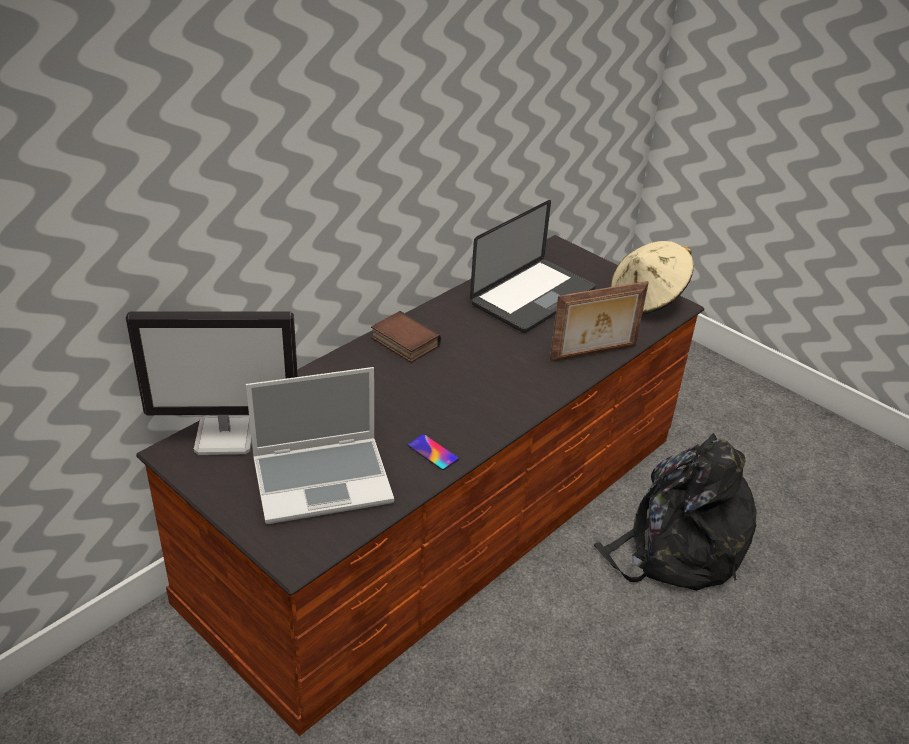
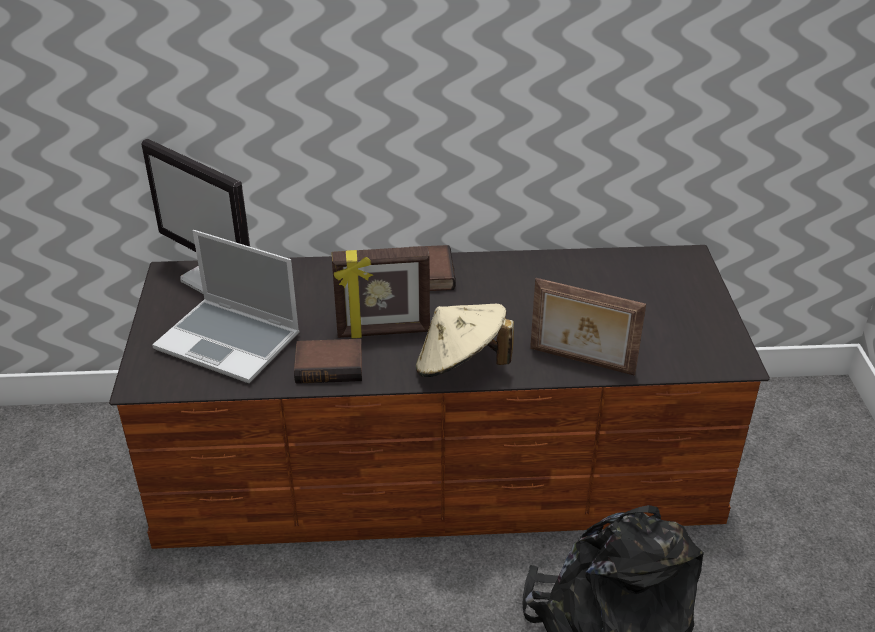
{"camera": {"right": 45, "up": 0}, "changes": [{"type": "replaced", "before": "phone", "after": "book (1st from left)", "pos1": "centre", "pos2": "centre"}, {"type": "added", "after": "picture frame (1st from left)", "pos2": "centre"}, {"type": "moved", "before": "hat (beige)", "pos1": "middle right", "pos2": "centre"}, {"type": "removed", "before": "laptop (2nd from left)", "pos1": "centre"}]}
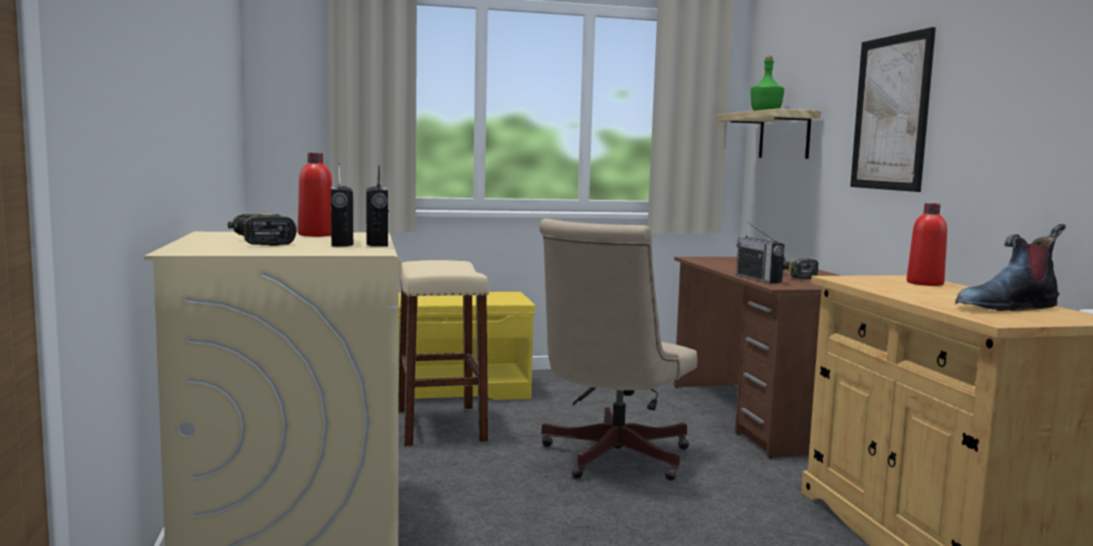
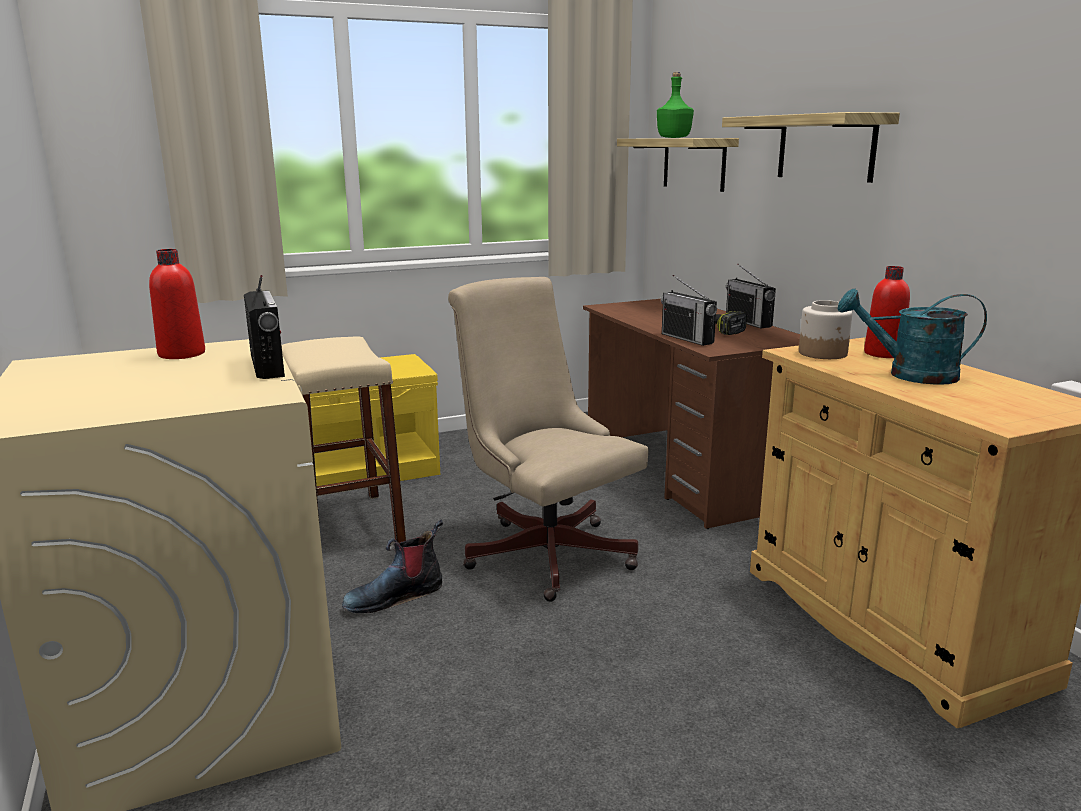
{"camera": {"right": -10, "up": 10}, "changes": [{"type": "moved", "before": "boot", "pos1": "middle right", "pos2": "bottom centre"}, {"type": "turned", "before": "office chair (beige)", "pos1": "centre", "pos2": "centre", "turn": 120}, {"type": "replaced", "before": "picture", "after": "shelf (2nd from left)", "pos1": "top right", "pos2": "top right"}, {"type": "moved", "before": "radio (1st from left in the first image)", "after": "radio (3rd from left)", "pos1": "middle left", "pos2": "middle right"}, {"type": "added", "after": "jar", "pos2": "middle right"}, {"type": "added", "after": "watering can (turquoise)", "pos2": "middle right"}, {"type": "removed", "before": "power drill (1st from left)", "pos1": "middle left"}]}
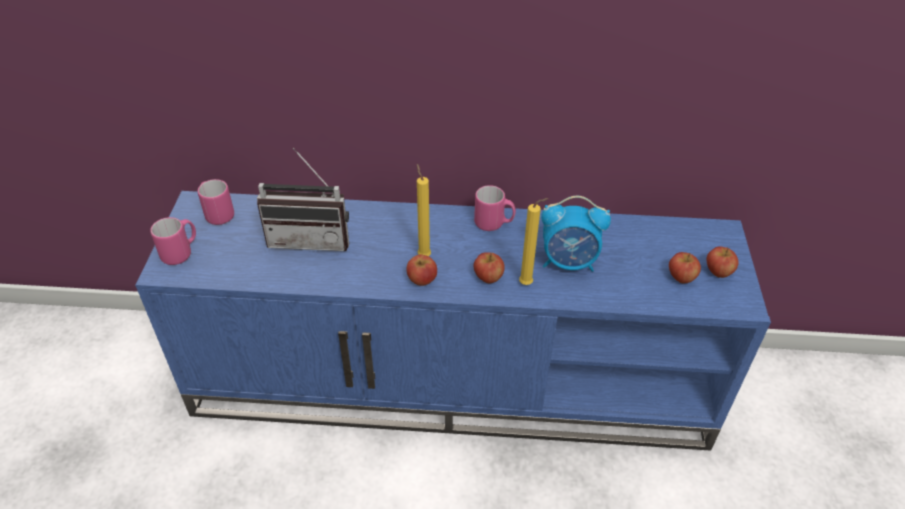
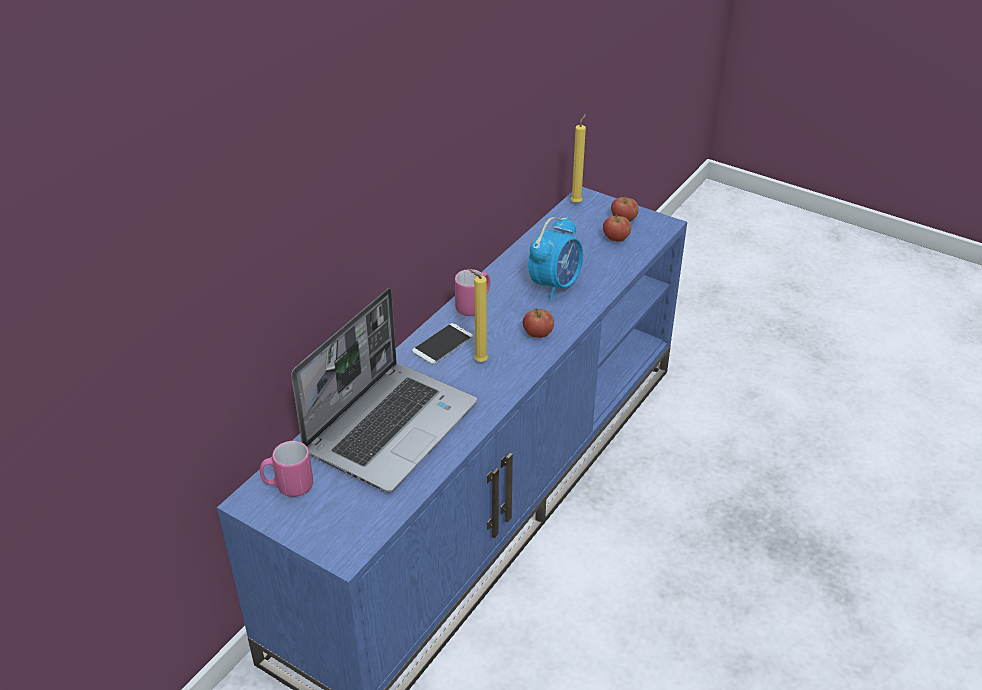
{"camera": {"right": -60, "up": -5}, "changes": [{"type": "replaced", "before": "radio", "after": "laptop", "pos1": "centre", "pos2": "centre"}, {"type": "added", "after": "phone", "pos2": "centre"}, {"type": "moved", "before": "candle (yellow) (2nd from left)", "pos1": "centre", "pos2": "top centre"}, {"type": "removed", "before": "mug (pink) (1st from left)", "pos1": "middle left"}, {"type": "removed", "before": "apple (1st from left)", "pos1": "centre"}]}
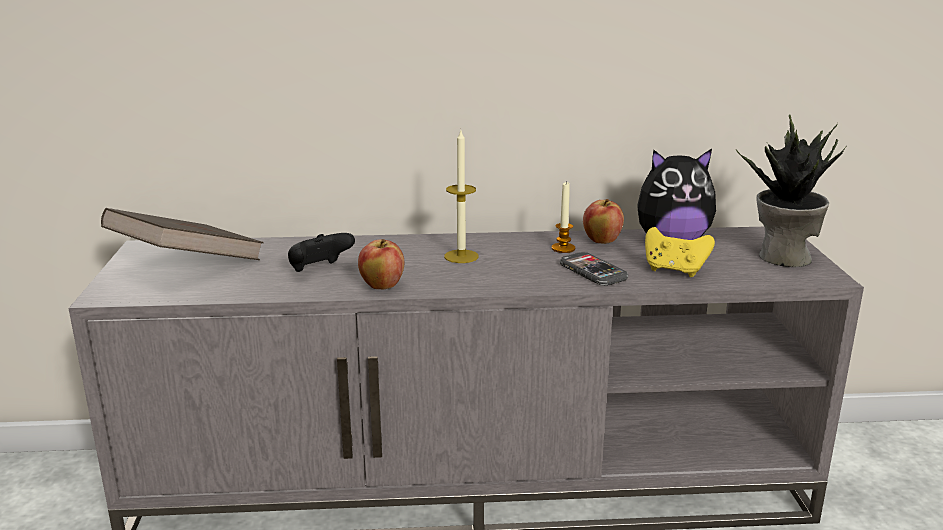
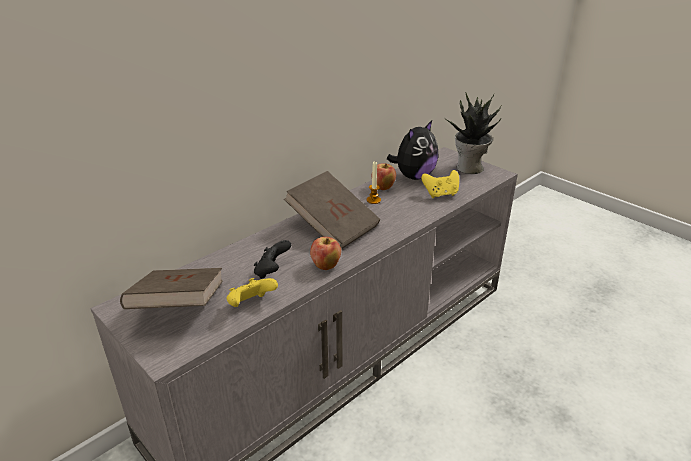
{"camera": {"right": -40, "up": 10}, "changes": [{"type": "added", "after": "game controller (yellow) (1st from left)", "pos2": "centre"}, {"type": "replaced", "before": "candle (1st from left)", "after": "book (brown) (2nd from left)", "pos1": "centre", "pos2": "centre"}, {"type": "removed", "before": "phone", "pos1": "centre"}]}
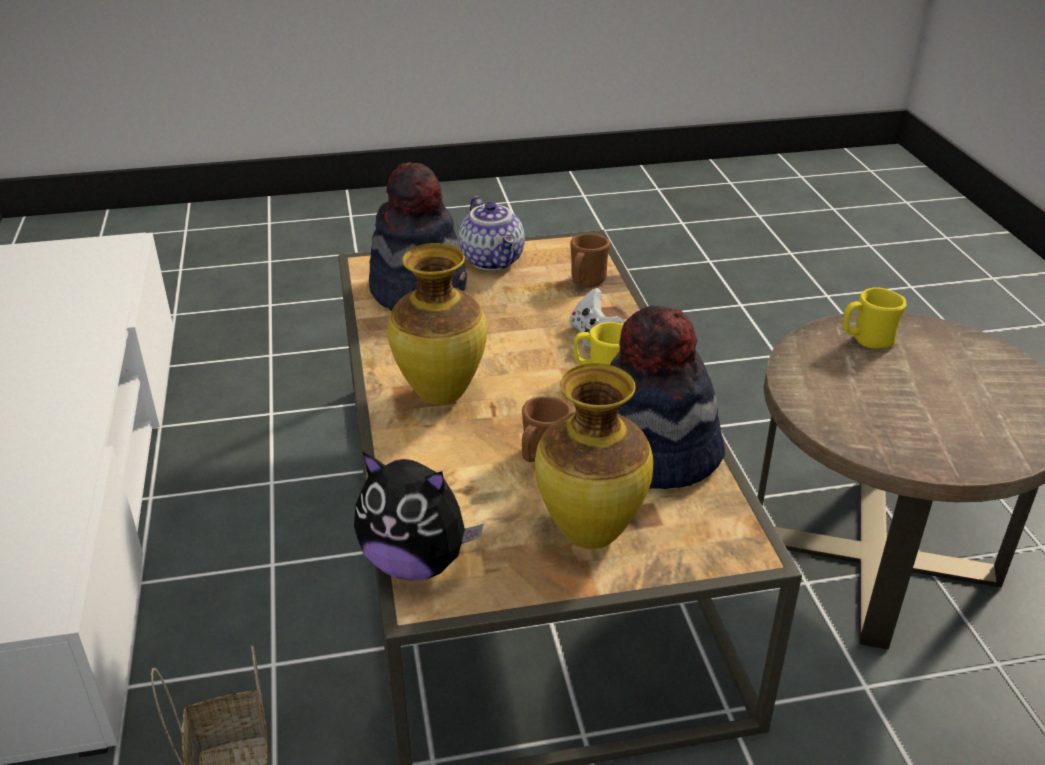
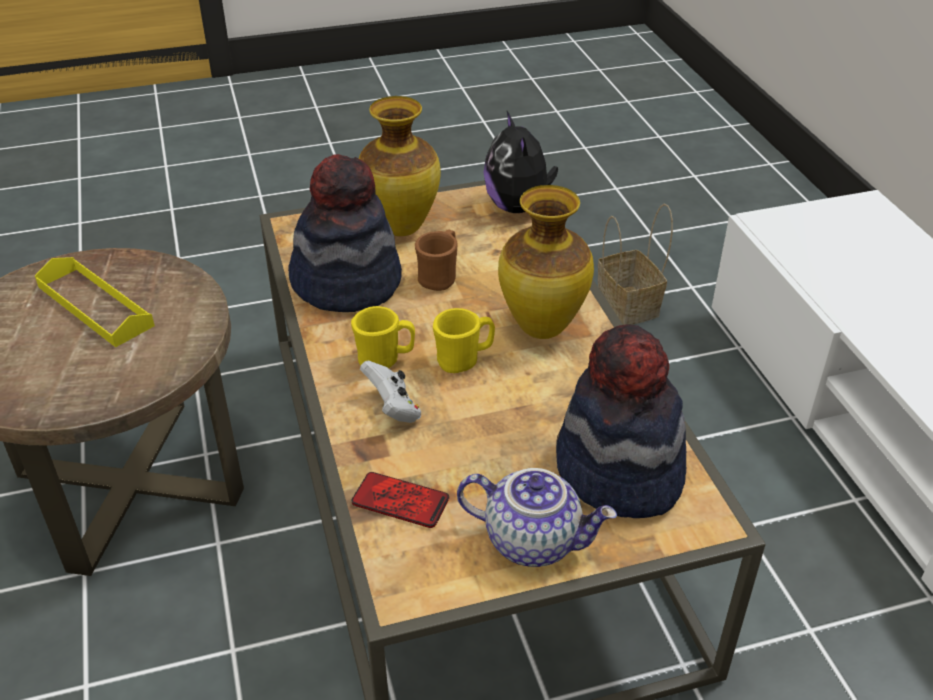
{"camera": {"right": 175, "up": 5}, "changes": [{"type": "added", "after": "tray (yellow)", "pos2": "middle left"}, {"type": "replaced", "before": "mug (brown) (2nd from left)", "after": "phone", "pos1": "centre", "pos2": "bottom centre"}, {"type": "moved", "before": "mug (yellow) (2nd from left)", "pos1": "middle right", "pos2": "centre"}, {"type": "turned", "before": "teapot", "pos1": "top centre", "pos2": "bottom centre", "turn": 135}, {"type": "turned", "before": "plush toy", "pos1": "bottom centre", "pos2": "top centre", "turn": -120}]}
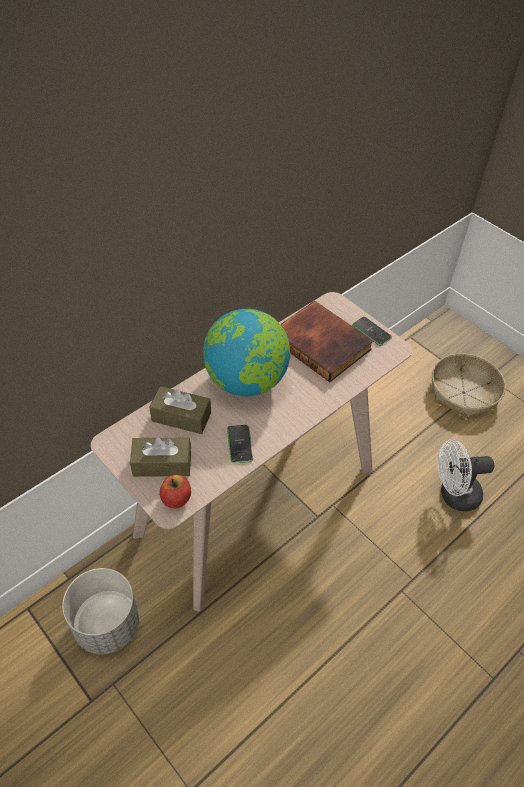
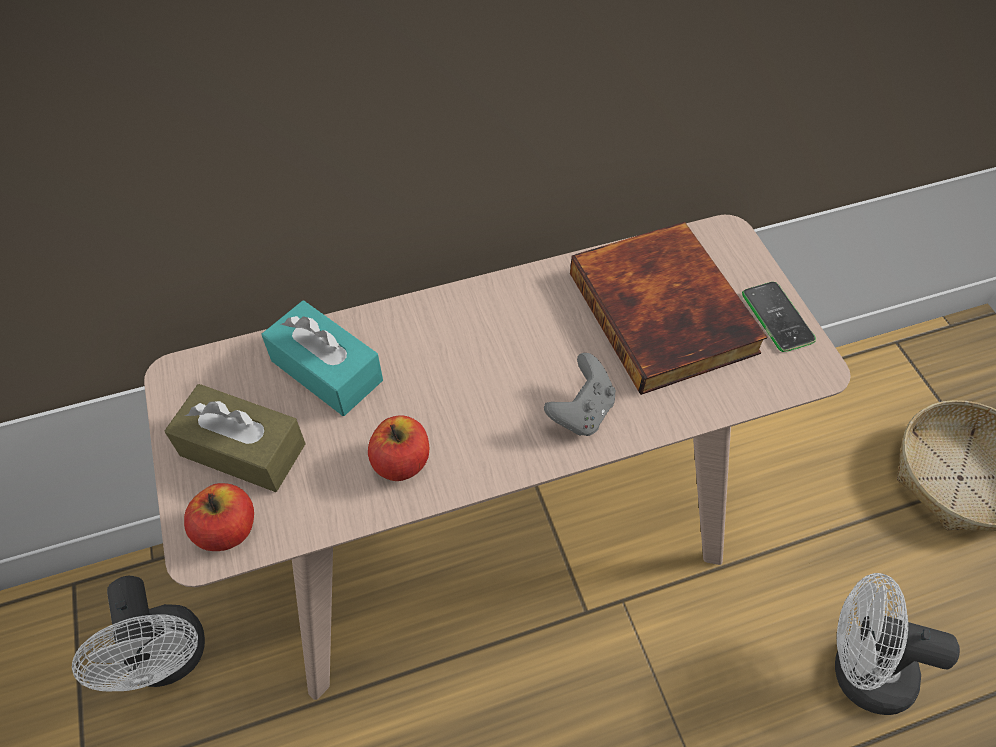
{"camera": {"right": 25, "up": 5}, "changes": [{"type": "replaced", "before": "planter (grey)", "after": "fan (white) (1st from left)", "pos1": "bottom left", "pos2": "bottom left"}, {"type": "recoloured", "before": "tissue box (brown) (2nd from left)", "after": "tissue box (turquoise)", "pos1": "centre", "pos2": "middle left"}, {"type": "replaced", "before": "phone (1st from left)", "after": "apple (2nd from left)", "pos1": "centre", "pos2": "centre"}, {"type": "added", "after": "game controller (grey)", "pos2": "centre"}, {"type": "removed", "before": "globe", "pos1": "centre"}]}
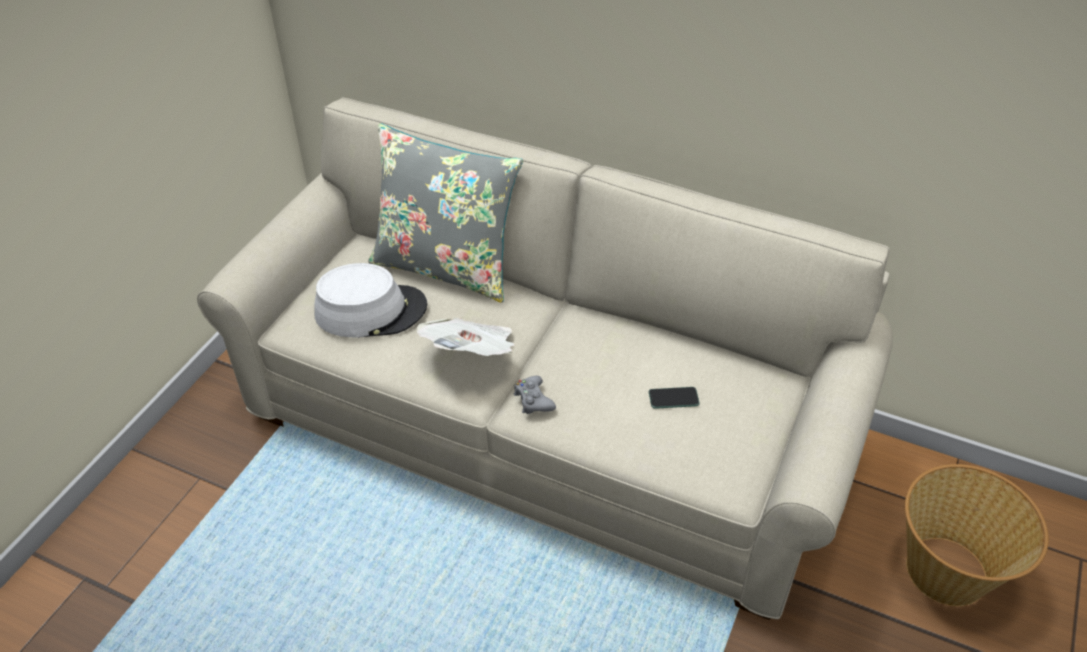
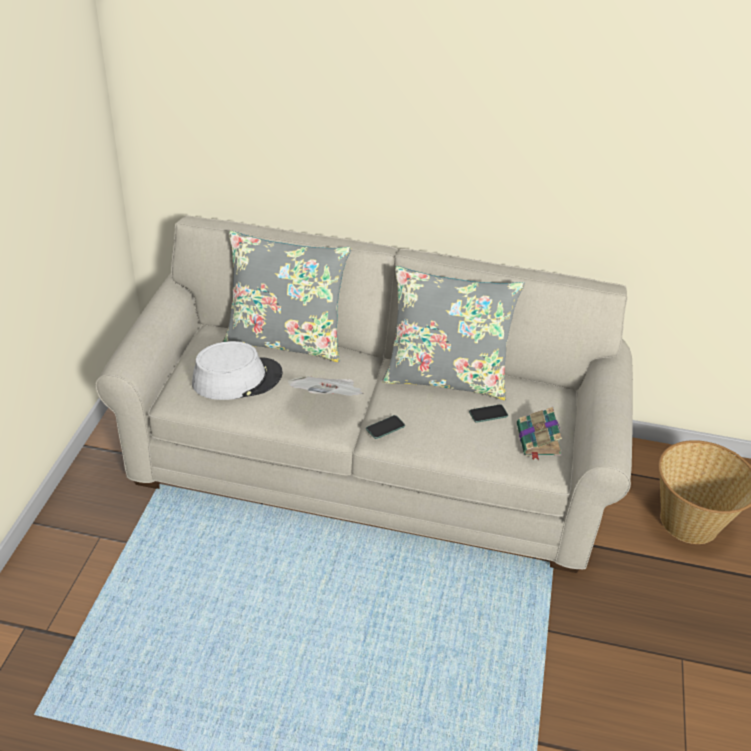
{"camera": {"right": -15, "up": -5}, "changes": [{"type": "replaced", "before": "game controller (grey)", "after": "phone (1st from left)", "pos1": "centre", "pos2": "centre"}, {"type": "added", "after": "pillow (grey) (2nd from left)", "pos2": "centre"}, {"type": "added", "after": "book", "pos2": "middle right"}]}
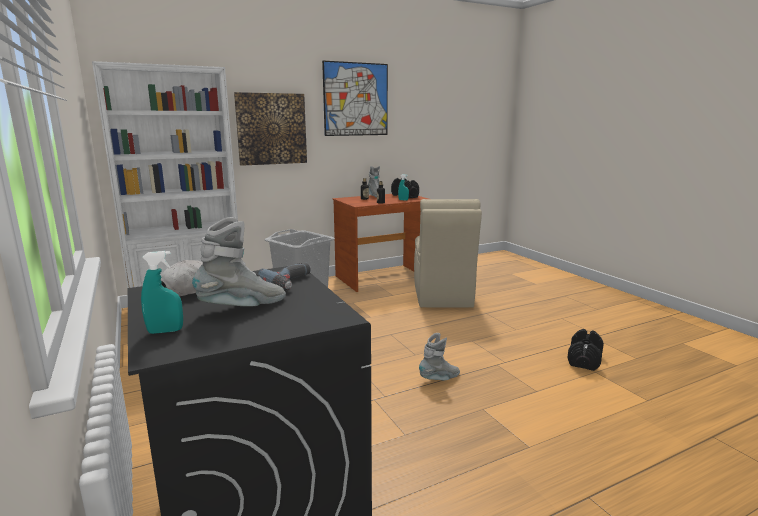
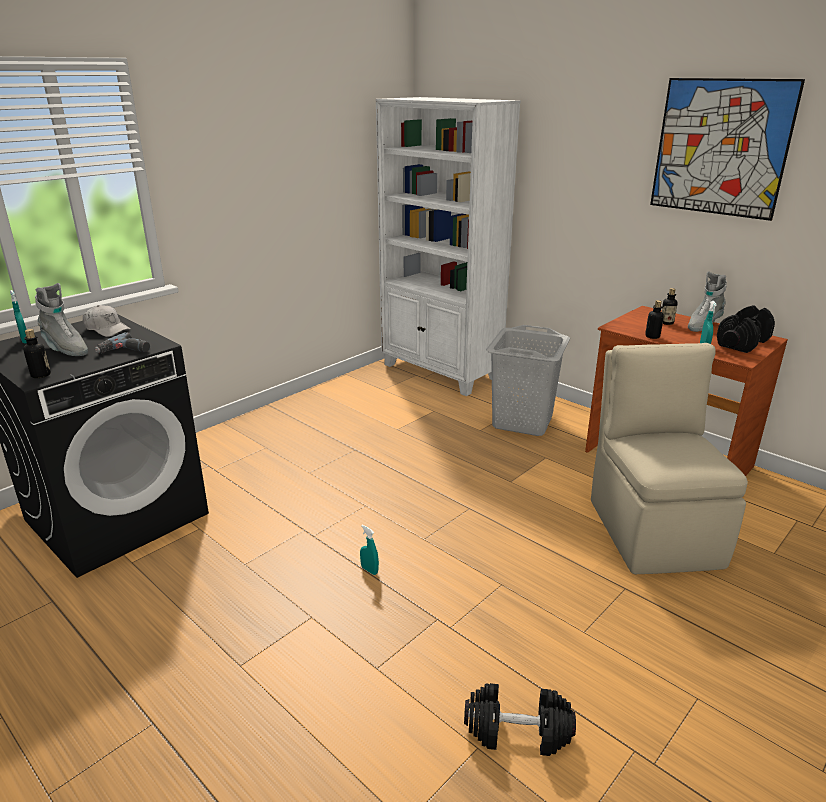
{"camera": {"right": 70, "up": 10}, "changes": [{"type": "added", "after": "bottle (1st from left)", "pos2": "middle left"}, {"type": "replaced", "before": "boot (grey) (3rd from left)", "after": "spray bottle (turquoise) (2nd from left)", "pos1": "bottom centre", "pos2": "bottom centre"}, {"type": "turned", "before": "chair (beige)", "pos1": "centre", "pos2": "middle right", "turn": 105}, {"type": "removed", "before": "picture (1st from left)", "pos1": "top centre"}]}
